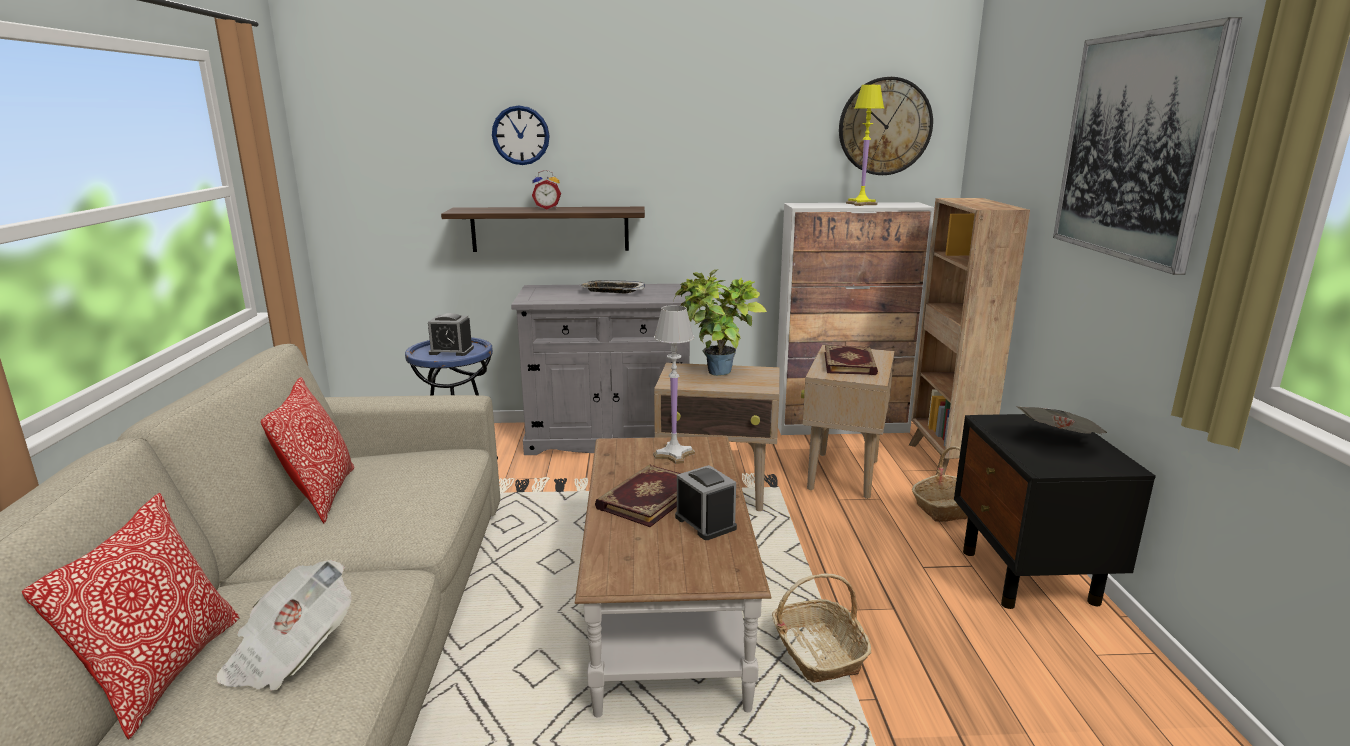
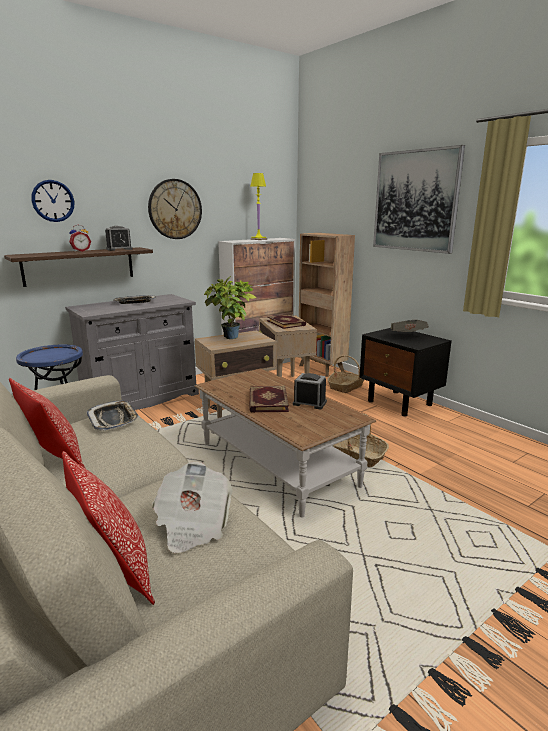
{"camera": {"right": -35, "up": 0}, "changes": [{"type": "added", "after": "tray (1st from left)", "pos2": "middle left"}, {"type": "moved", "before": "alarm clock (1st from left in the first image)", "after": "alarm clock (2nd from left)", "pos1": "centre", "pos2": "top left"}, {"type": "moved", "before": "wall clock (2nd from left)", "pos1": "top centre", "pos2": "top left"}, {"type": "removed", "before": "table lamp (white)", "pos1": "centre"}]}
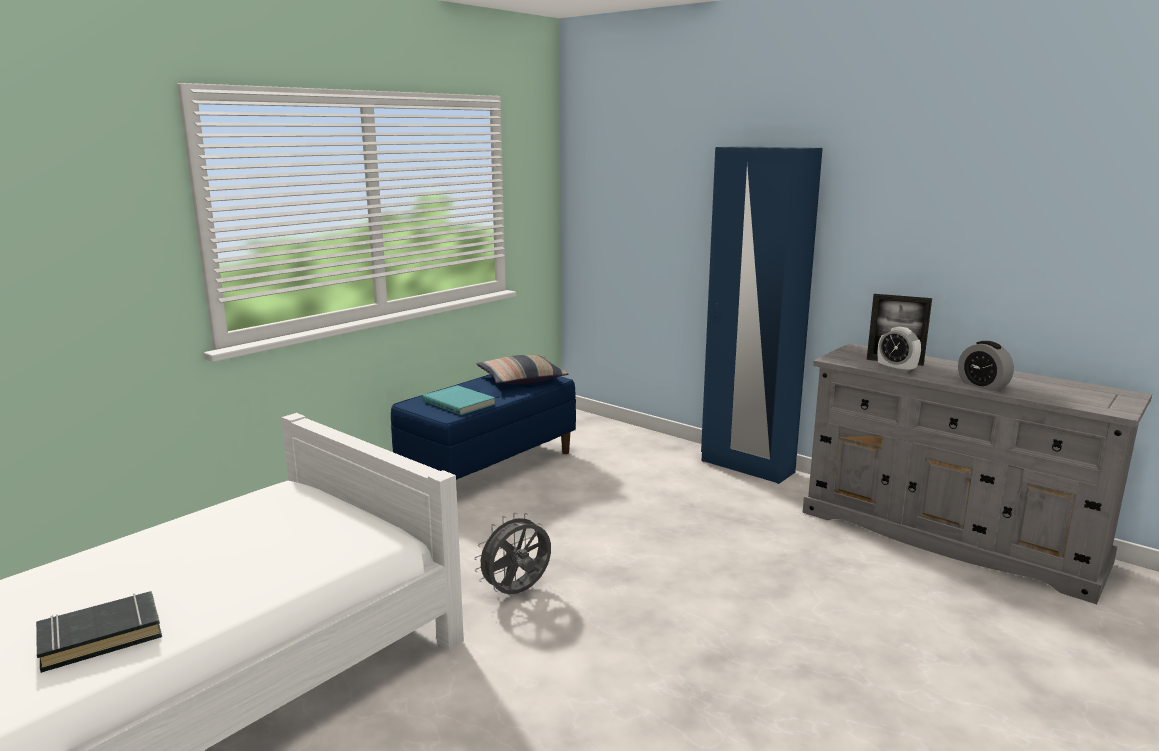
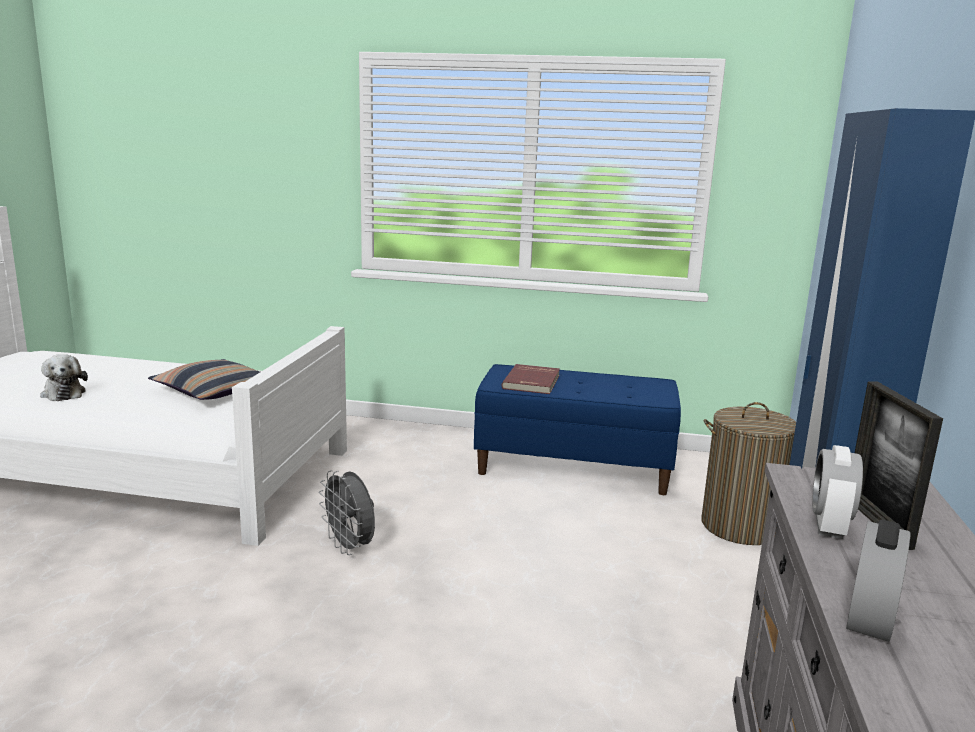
{"camera": {"right": 60, "up": 0}, "changes": [{"type": "replaced", "before": "book (black)", "after": "plush toy", "pos1": "bottom left", "pos2": "middle left"}, {"type": "moved", "before": "pillow", "pos1": "centre", "pos2": "middle left"}, {"type": "turned", "before": "fan (grey)", "pos1": "bottom centre", "pos2": "bottom centre", "turn": -150}, {"type": "recoloured", "before": "book (turquoise)", "after": "book (red)", "pos1": "centre", "pos2": "centre"}, {"type": "added", "after": "laundry basket", "pos2": "middle right"}]}
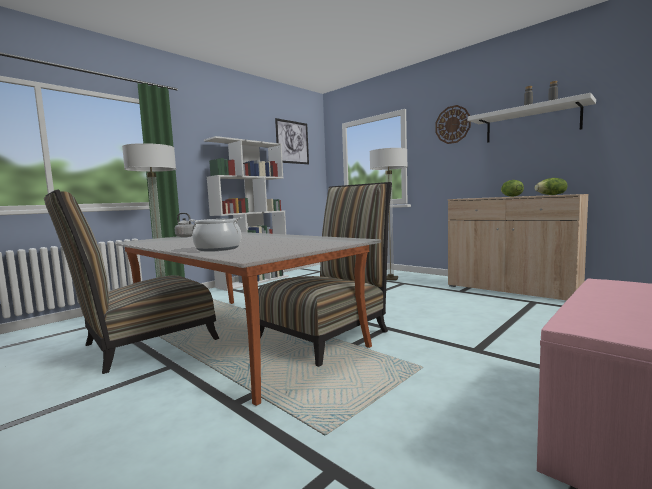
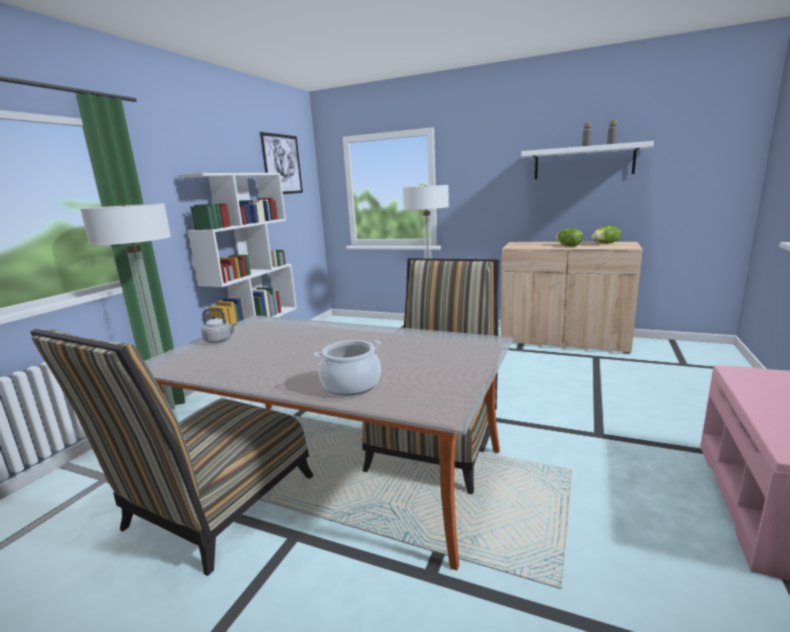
{"camera": {"right": -20, "up": 10}, "changes": [{"type": "removed", "before": "wall clock", "pos1": "top right"}]}
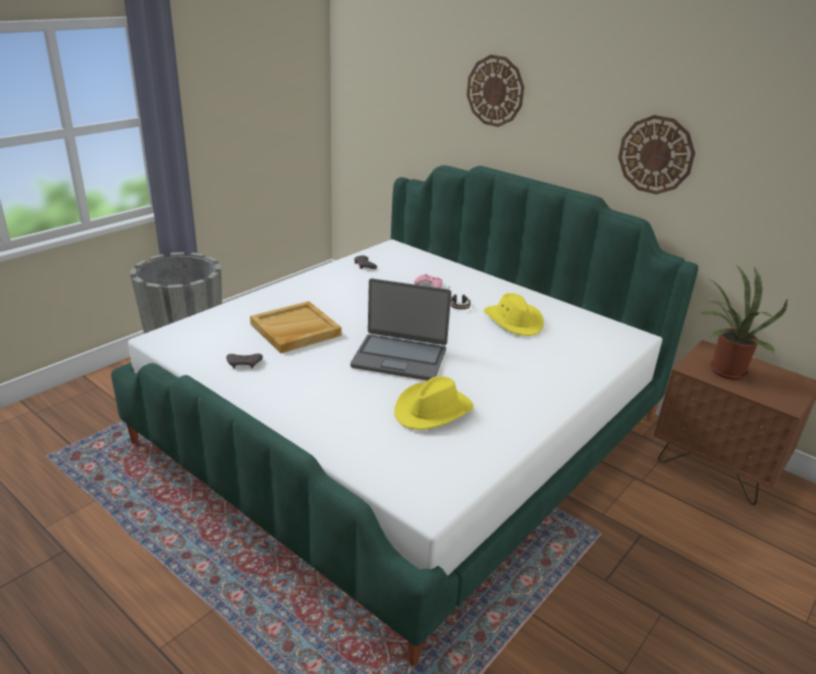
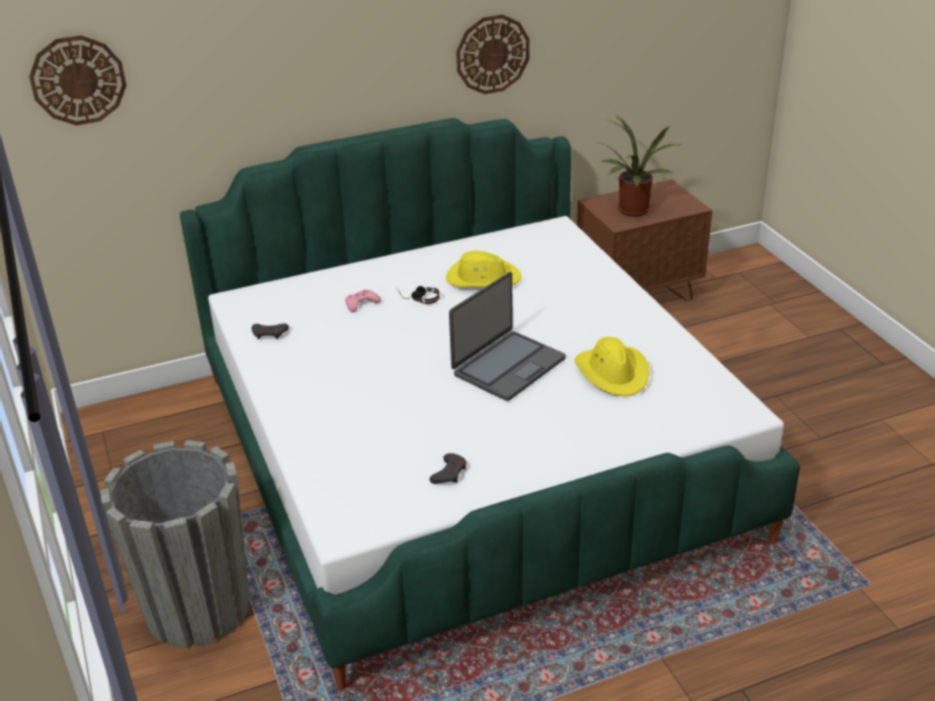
{"camera": {"right": -60, "up": 5}, "changes": [{"type": "moved", "before": "wall clock (1st from left)", "pos1": "top centre", "pos2": "top left"}, {"type": "removed", "before": "tray (beige)", "pos1": "centre"}]}
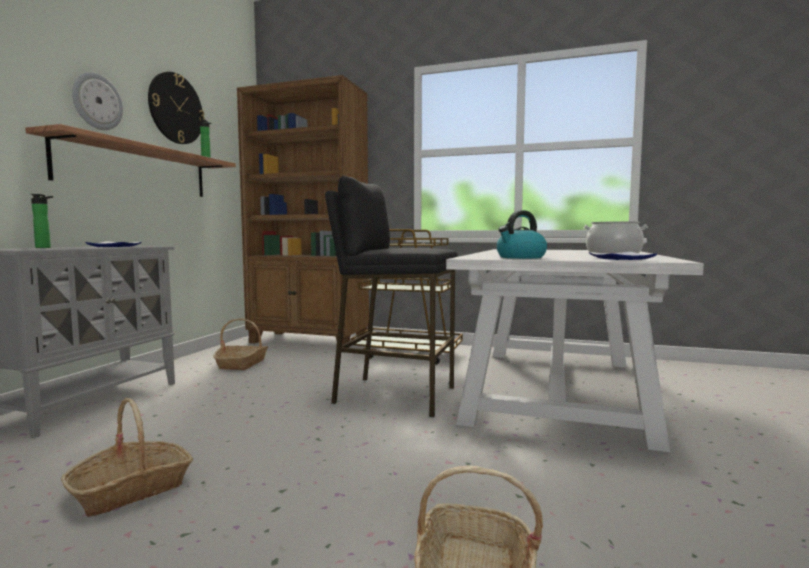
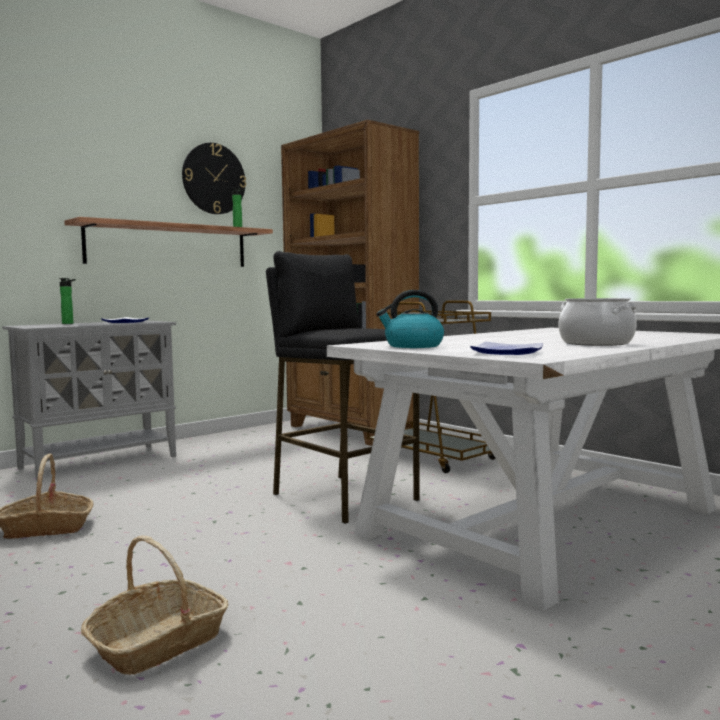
{"camera": {"right": 30, "up": 0}, "changes": [{"type": "removed", "before": "wall clock (1st from left)", "pos1": "top left"}, {"type": "removed", "before": "basket (2nd from left)", "pos1": "middle left"}]}
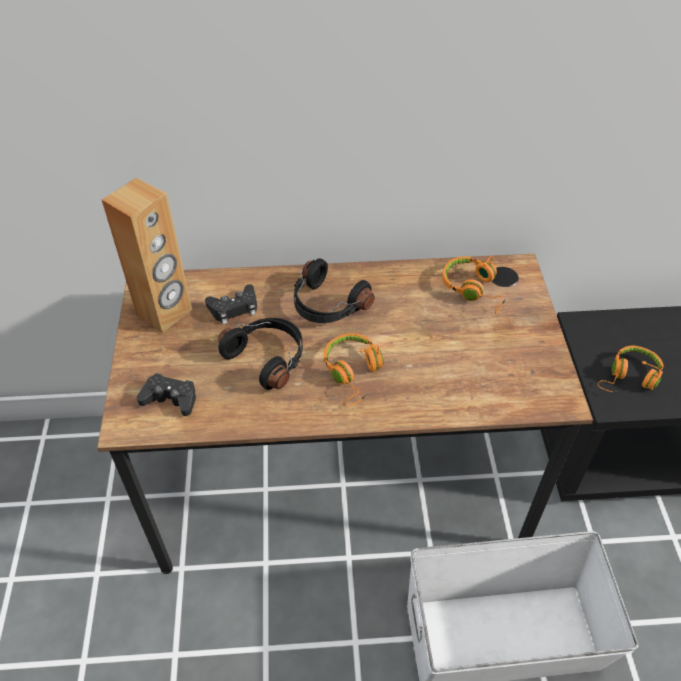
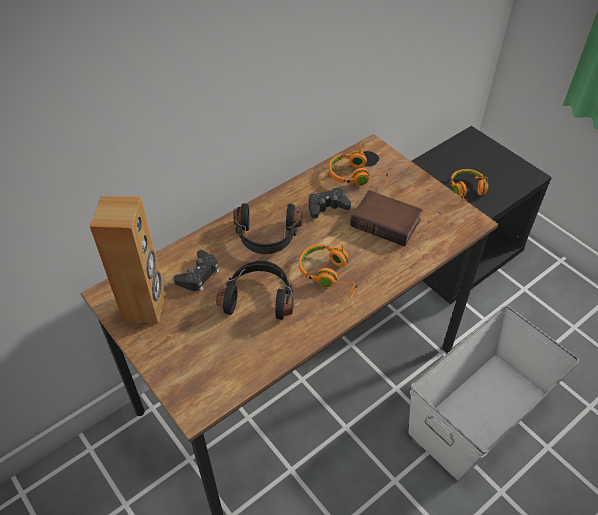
{"camera": {"right": -35, "up": 0}, "changes": [{"type": "moved", "before": "game controller (black) (1st from left in the first image)", "after": "game controller (black) (2nd from left)", "pos1": "middle left", "pos2": "centre"}, {"type": "added", "after": "book", "pos2": "centre"}]}
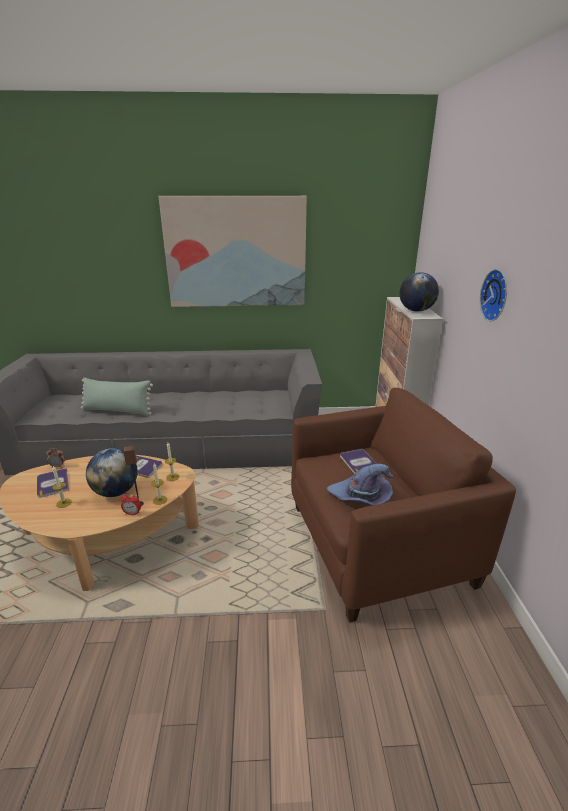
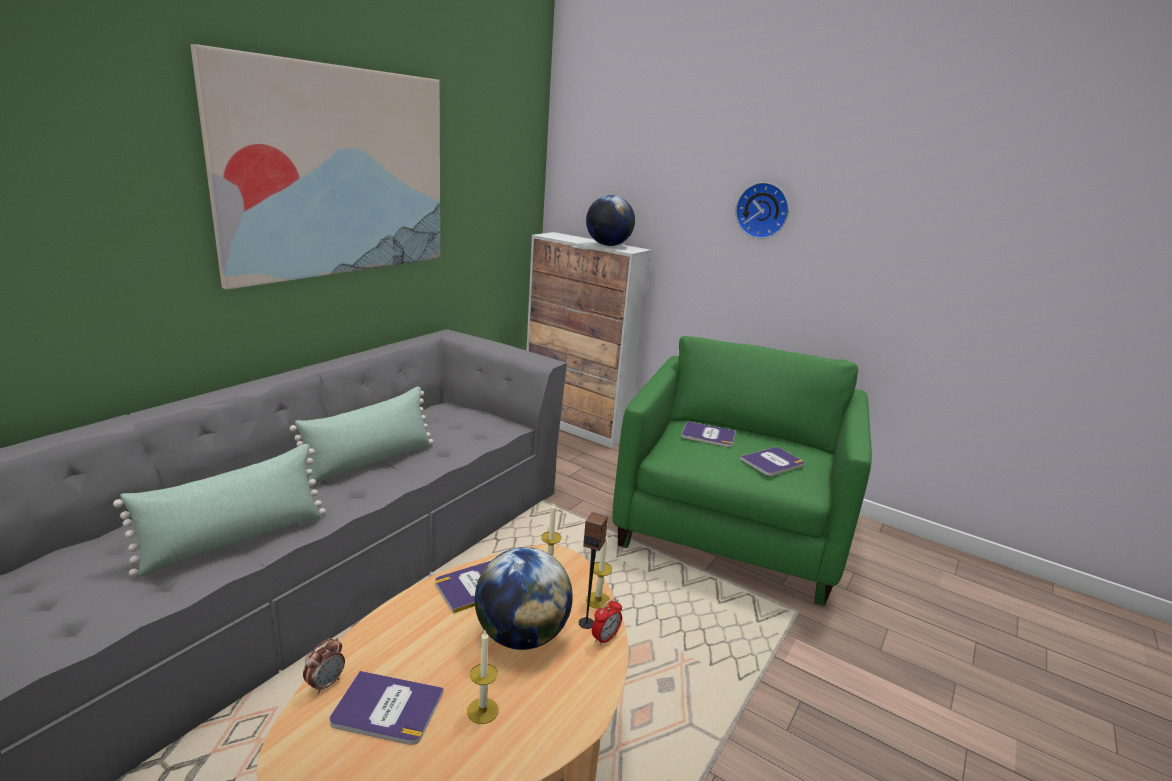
{"camera": {"right": -55, "up": -5}, "changes": [{"type": "added", "after": "pillow (green) (2nd from left)", "pos2": "middle left"}, {"type": "recoloured", "before": "armchair (brown)", "after": "armchair (green)", "pos1": "middle right", "pos2": "centre"}, {"type": "replaced", "before": "hat (purple)", "after": "book (4th from left)", "pos1": "centre", "pos2": "centre"}]}
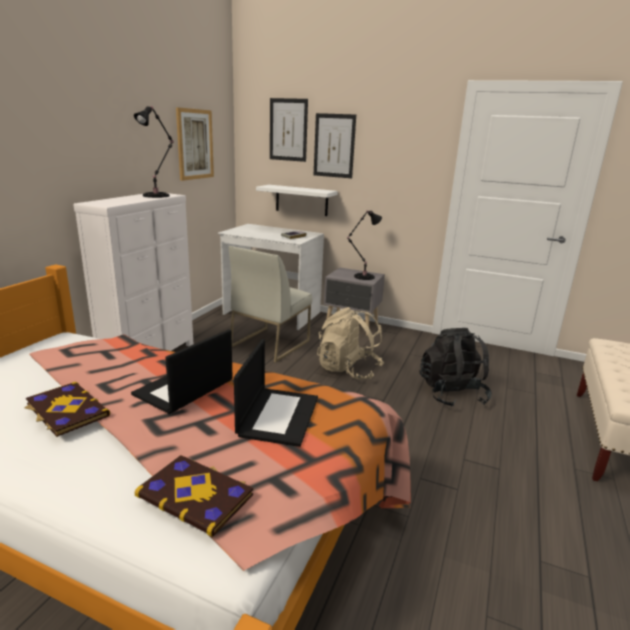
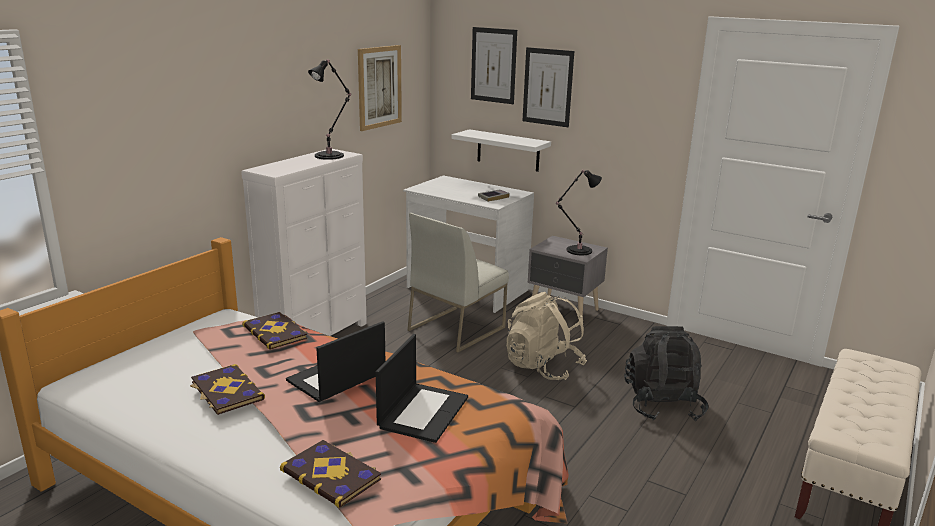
{"camera": {"right": 10, "up": 0}, "changes": [{"type": "added", "after": "book (2nd from left)", "pos2": "middle left"}]}
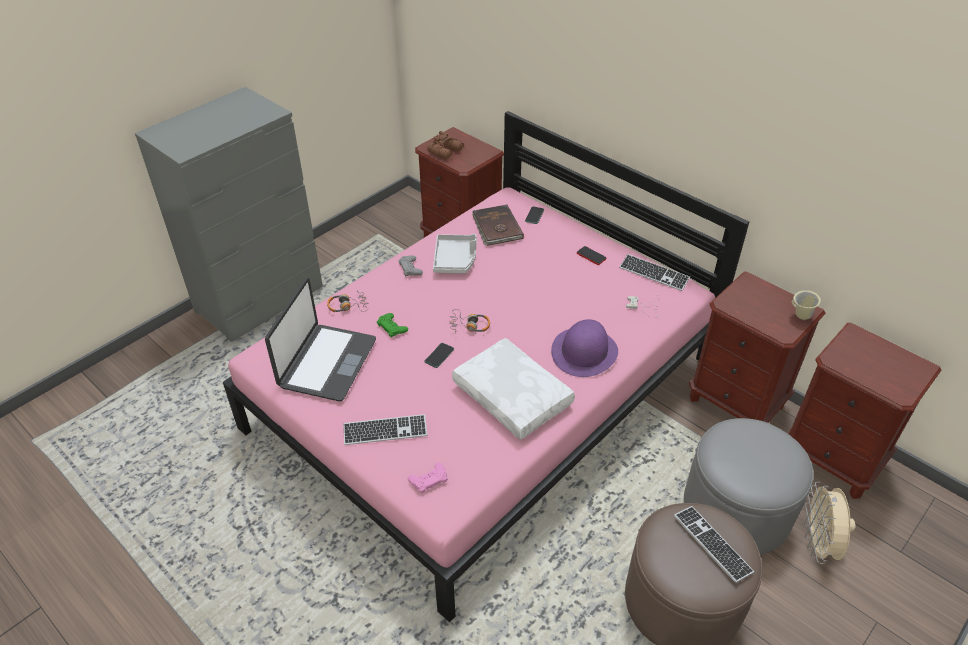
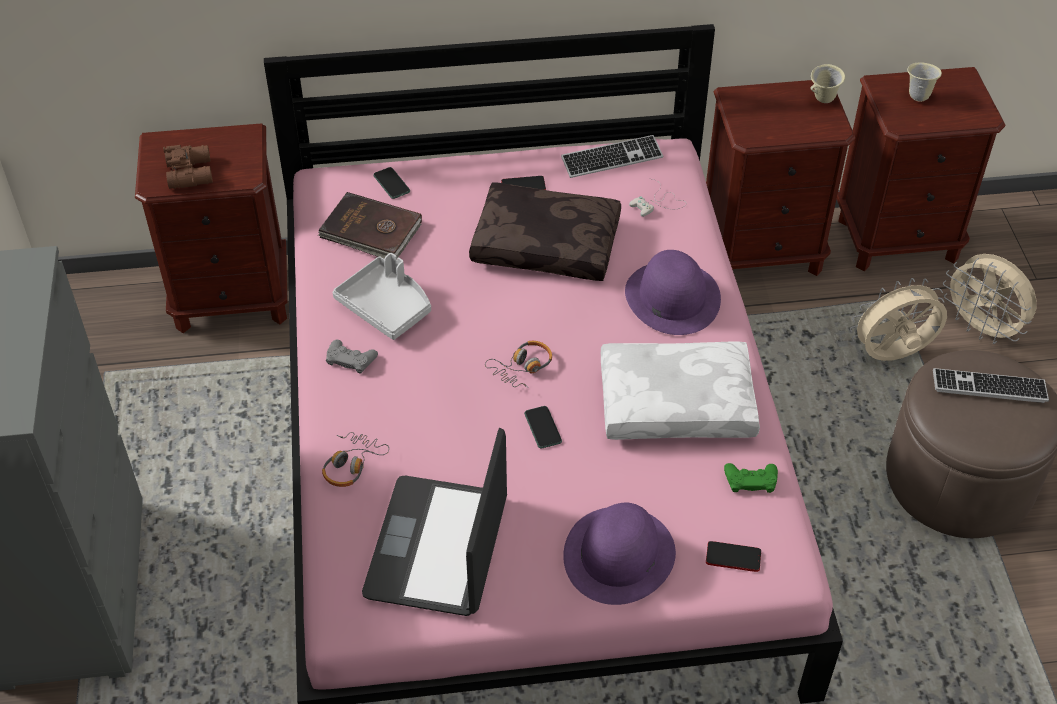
{"camera": {"right": -50, "up": 5}, "changes": [{"type": "turned", "before": "laptop", "pos1": "middle left", "pos2": "bottom centre", "turn": -135}, {"type": "added", "after": "pillow (brown)", "pos2": "top centre"}, {"type": "replaced", "before": "keyboard (1st from left)", "after": "hat (purple) (1st from left)", "pos1": "centre", "pos2": "bottom centre"}, {"type": "replaced", "before": "game controller (pink)", "after": "phone (4th from left)", "pos1": "bottom centre", "pos2": "bottom right"}, {"type": "moved", "before": "game controller (green)", "pos1": "centre", "pos2": "bottom right"}, {"type": "replaced", "before": "ottoman (grey)", "after": "fan (beige) (1st from left)", "pos1": "bottom right", "pos2": "middle right"}, {"type": "added", "after": "mug (beige) (2nd from left)", "pos2": "top right"}]}
